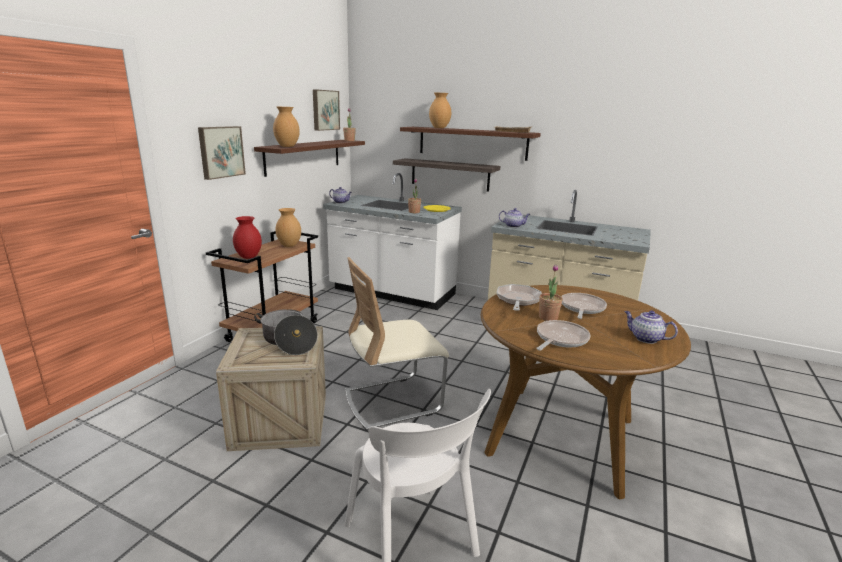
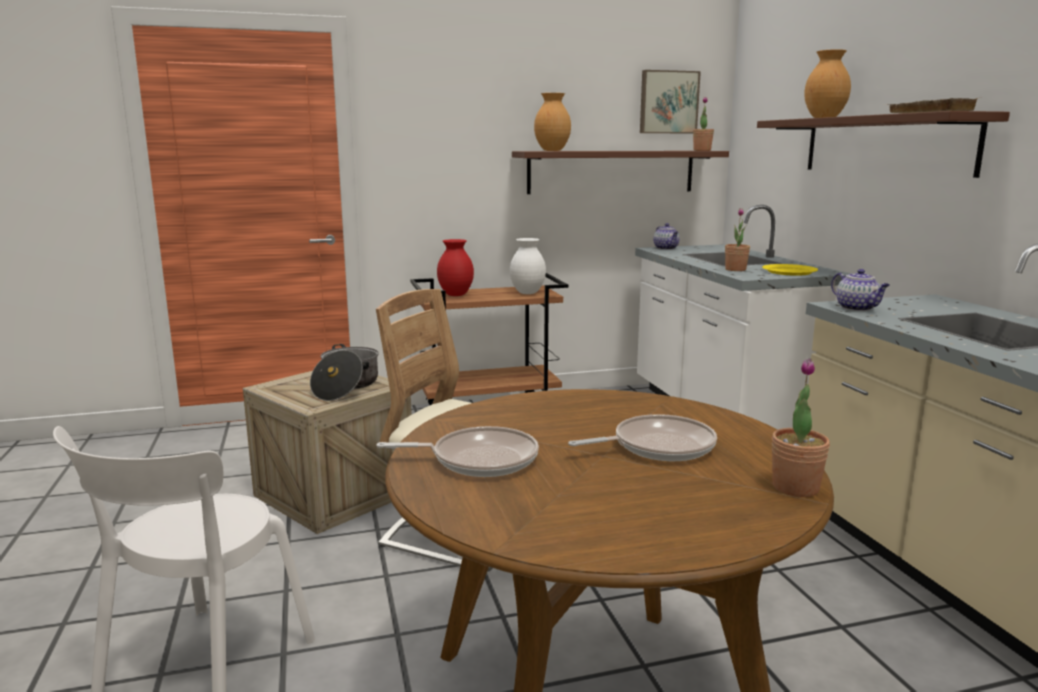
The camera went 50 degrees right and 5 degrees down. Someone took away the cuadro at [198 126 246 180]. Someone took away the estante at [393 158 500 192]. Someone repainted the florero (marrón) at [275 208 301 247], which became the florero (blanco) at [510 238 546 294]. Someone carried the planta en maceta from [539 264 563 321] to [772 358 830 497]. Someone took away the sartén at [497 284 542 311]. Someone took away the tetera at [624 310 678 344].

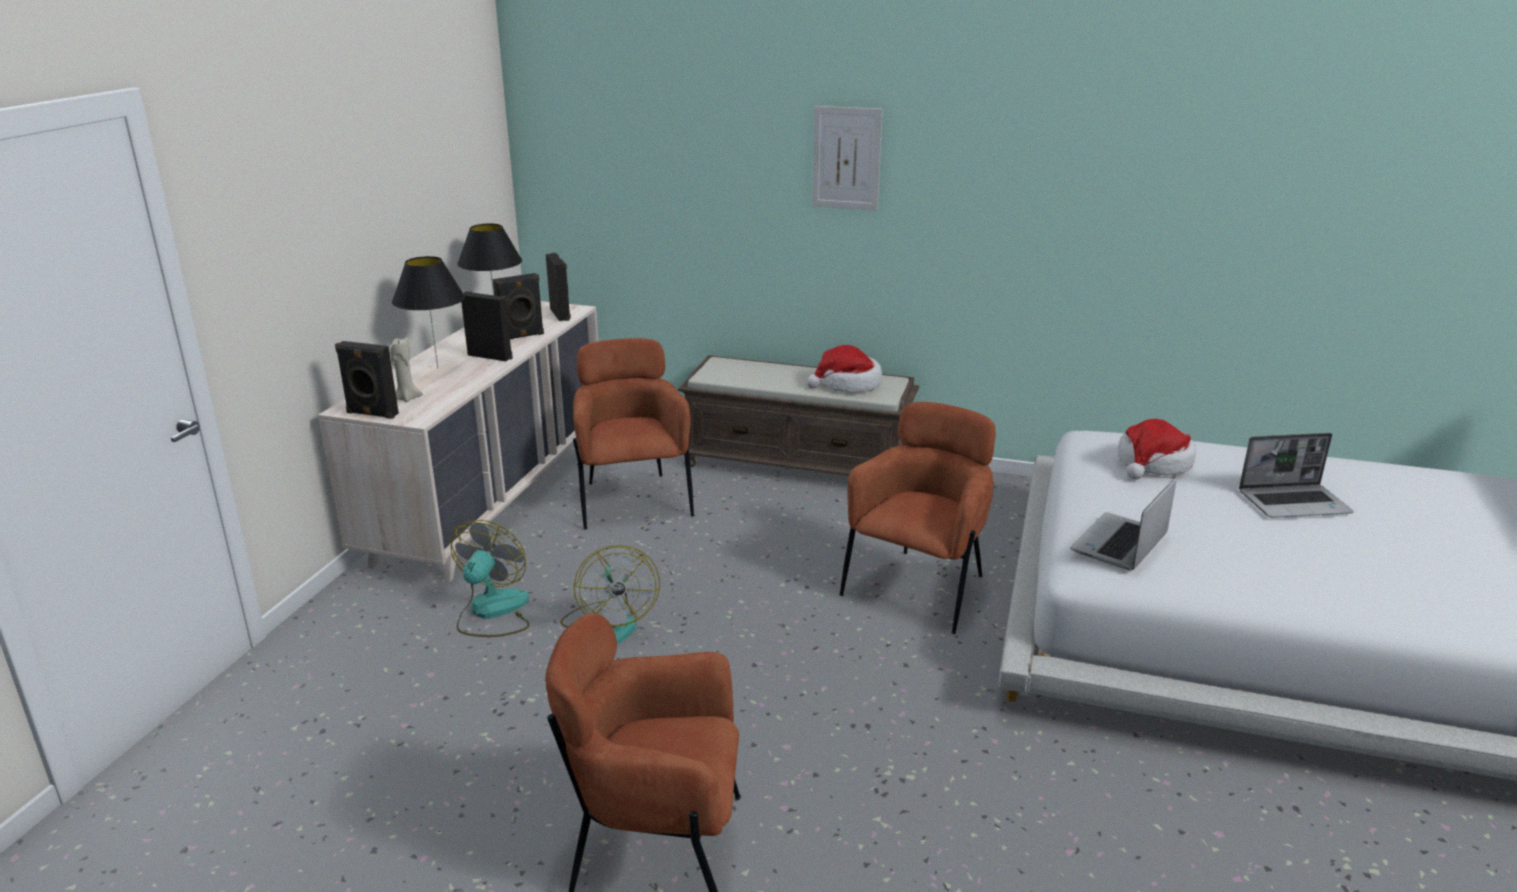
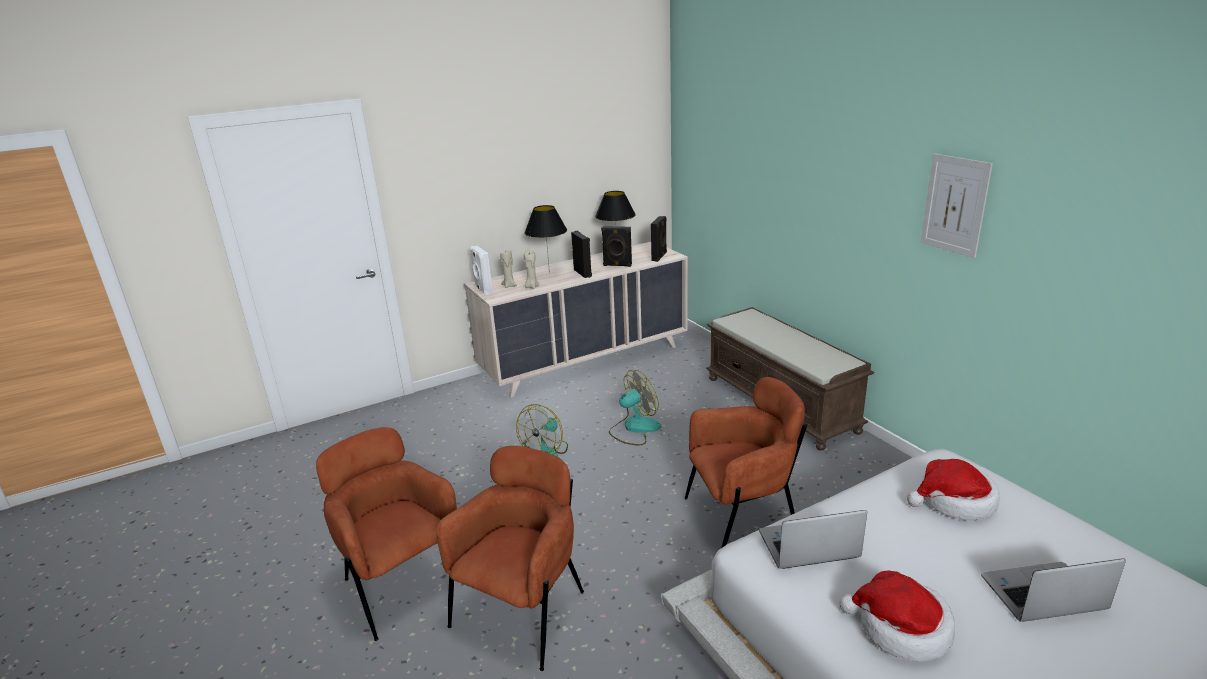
The camera went 45 degrees right and 0 degrees up. Someone carried the cuadro from [812 106 883 211] to [920 153 993 258]. Someone carried the sillón (marrón) from [573 338 694 529] to [436 446 584 671]. Someone repainted the altavoz (negro) at [335 341 399 419], which became the altavoz (blanco) at [470 246 493 295]. Someone carried the sombrero from [807 345 882 393] to [840 570 955 662]. Someone rotated the portátil at [1239 433 1354 518] by 135 degrees clockwise. Someone carried the ventilador from [451 520 530 637] to [609 370 661 445]. Someone put down the vela (beis) at [524 250 539 289].

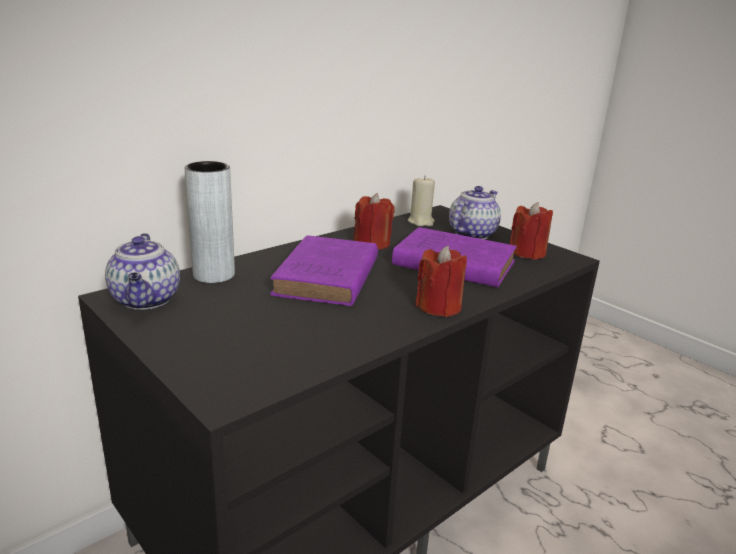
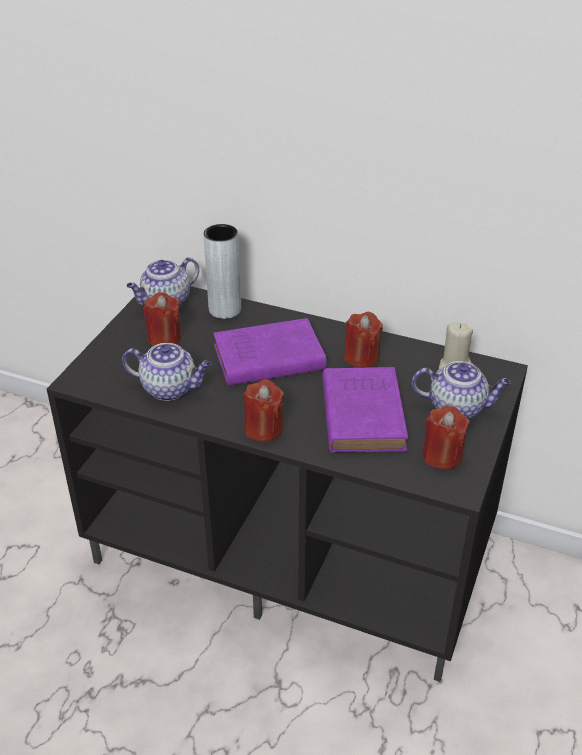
The camera went 65 degrees right and 15 degrees up. Someone put down the vela (rojo) at [143 292 182 346]. Someone put down the tetera at [122 343 211 401].

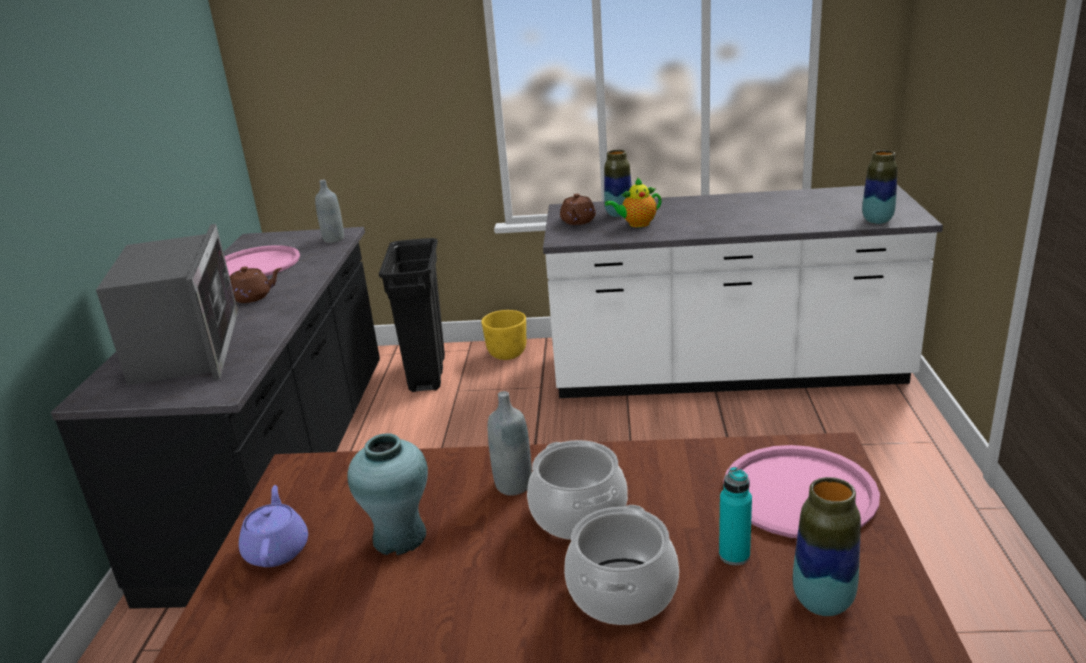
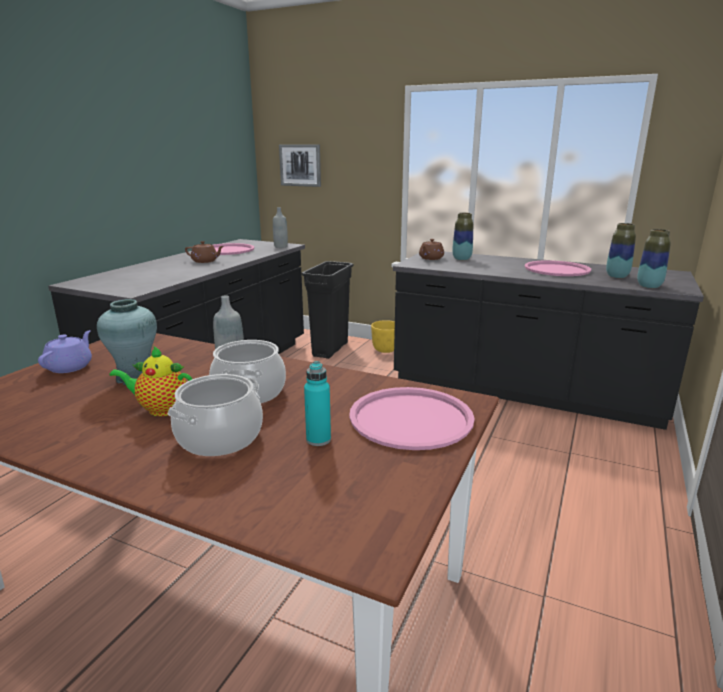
The camera went 20 degrees right and 5 degrees down. Someone carried the tetera from [605 178 662 227] to [109 346 192 416]. Someone repainted the mueble bajo de cocina (blanco) at [543 185 943 398], which became the mueble bajo de cocina (negro) at [393 252 704 430]. Someone took away the microondas at [96 224 238 385]. Someone carried the florero from [793 477 861 616] to [606 223 636 278]. Someone put up the cuadro at [279 144 321 187]. Someone put down the bandeja (rosa) at [525 260 591 276].

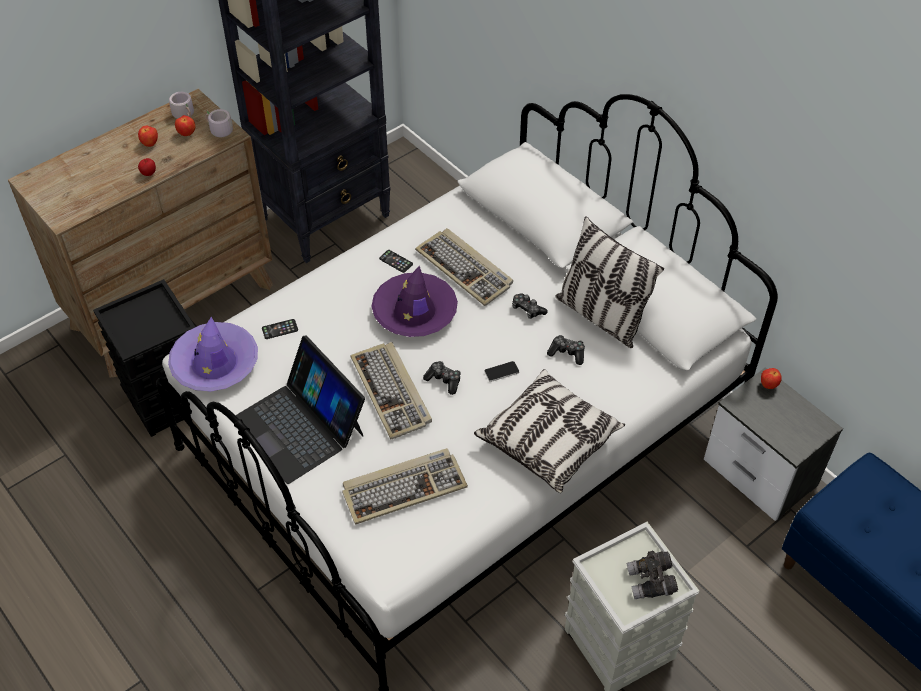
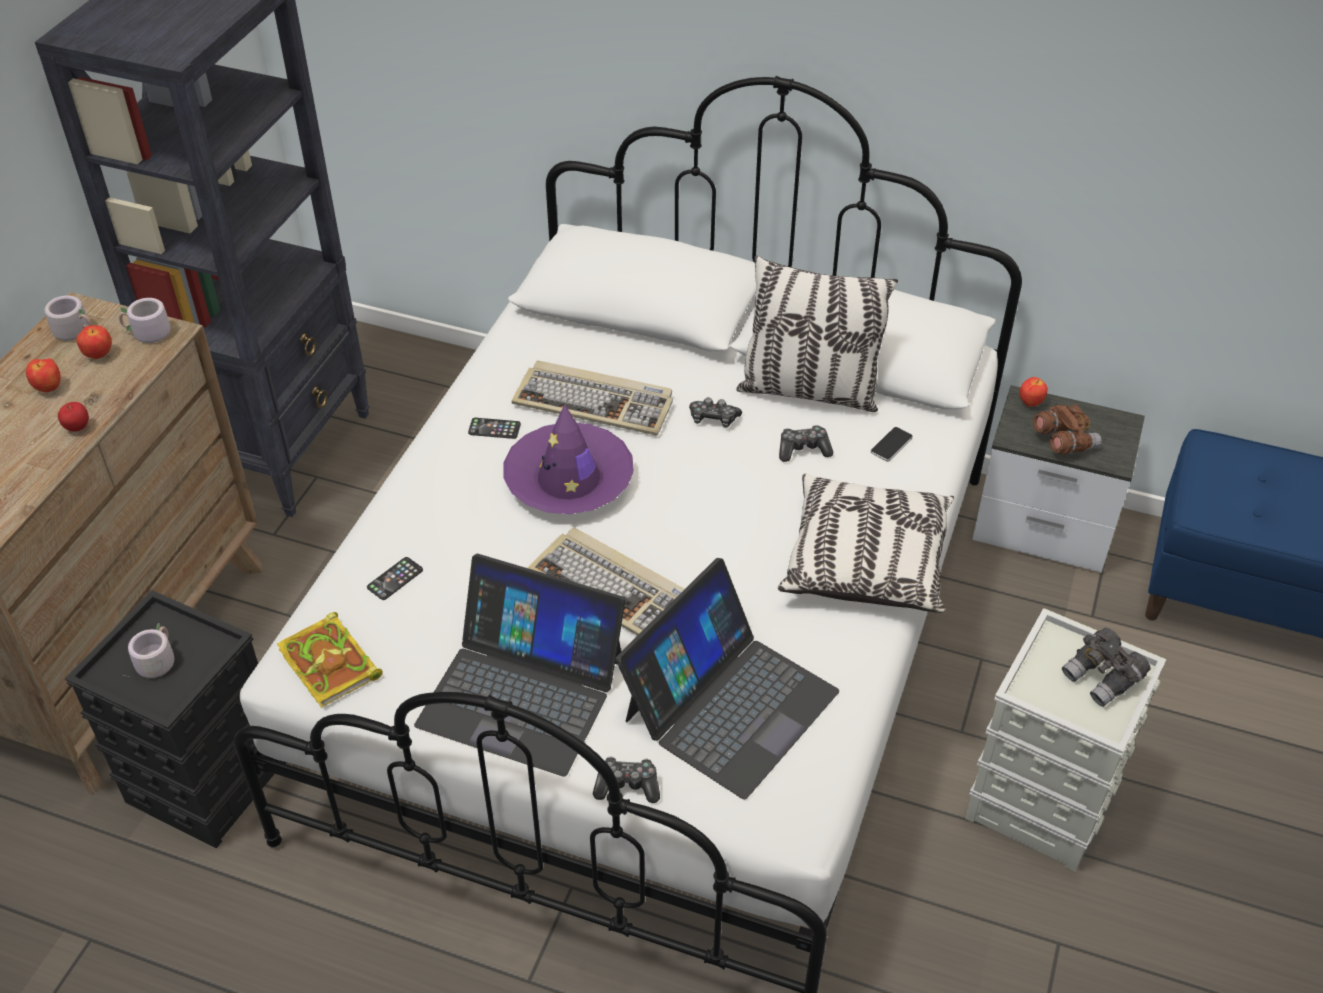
The camera went 30 degrees left and 5 degrees down. Someone swapped the sombrero (morado) at [168 317 258 391] for the libro at [277 612 383 708]. Someone carried the mando de consola from [423 361 461 395] to [593 756 660 803]. Someone carried the móvil from [484 361 519 382] to [871 427 913 462]. Someone swapped the teclado at [342 448 468 525] for the portátil at [616 558 839 799]. Someone put down the prismáticos (marrón) at [1033 404 1102 454]. Someone put down the taza grande (gris) at [123 623 174 678].

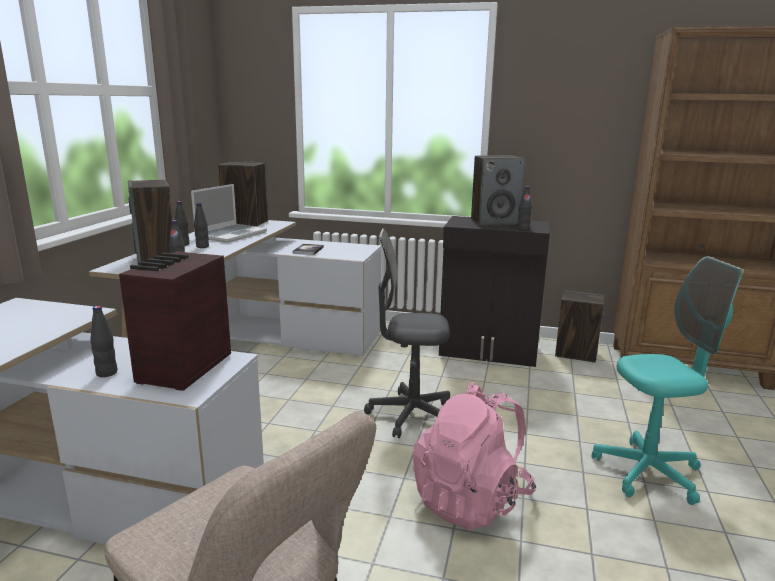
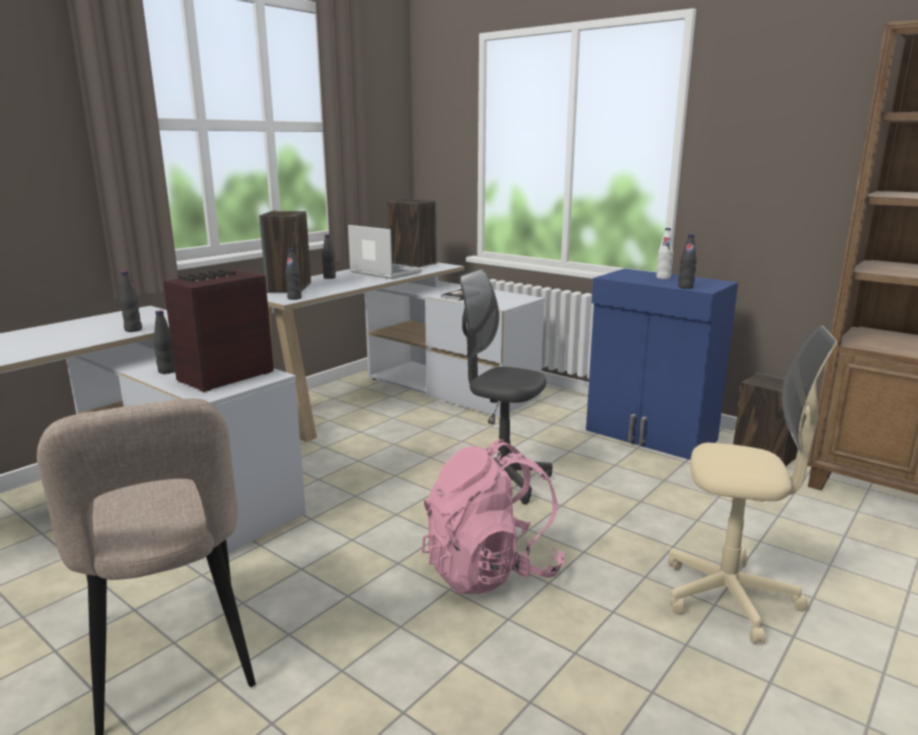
The camera went 25 degrees right and 0 degrees up. Someone swapped the altavoz at [471 156 525 226] for the botella (blanco) at [656 228 673 279]. Someone rotated the portátil at [191 184 267 243] by 105 degrees counterclockwise. Someone carried the botella (negro) from [194 203 209 248] to [120 271 142 332]. Someone repainted the armario (negro) at [439 216 550 367], which became the armario (azul) at [586 268 738 460]. Someone repainted the silla de oficina (turquesa) at [591 256 743 505], which became the silla de oficina (beis) at [668 325 837 643].

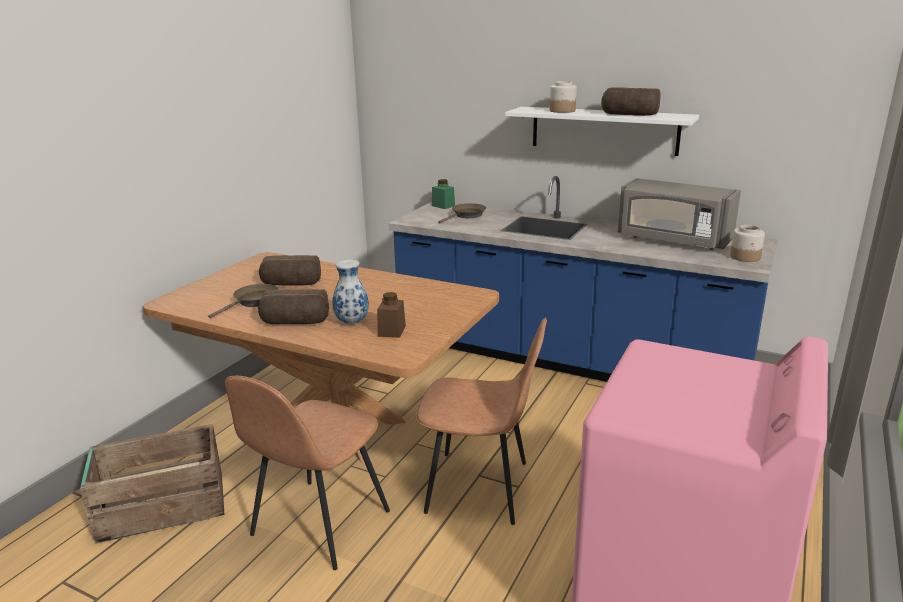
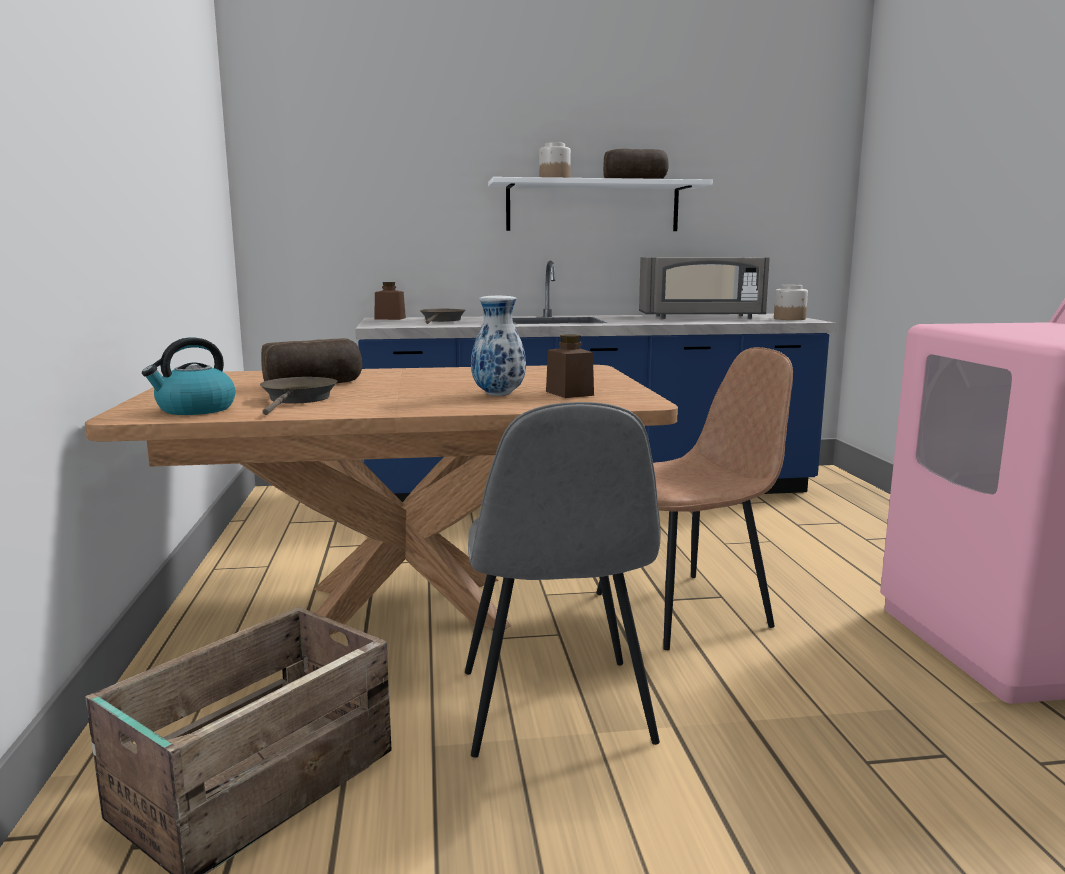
The camera went 35 degrees left and 10 degrees down. Someone repainted the tarro (verde) at [432 179 455 209], which became the tarro (marrón) at [375 282 406 320]. Someone took away the pan at [258 289 329 324]. Someone repainted the silla (marrón) at [225 376 390 570], which became the silla (gris) at [465 402 661 758]. Someone put down the hervidor at [142 337 236 415].

